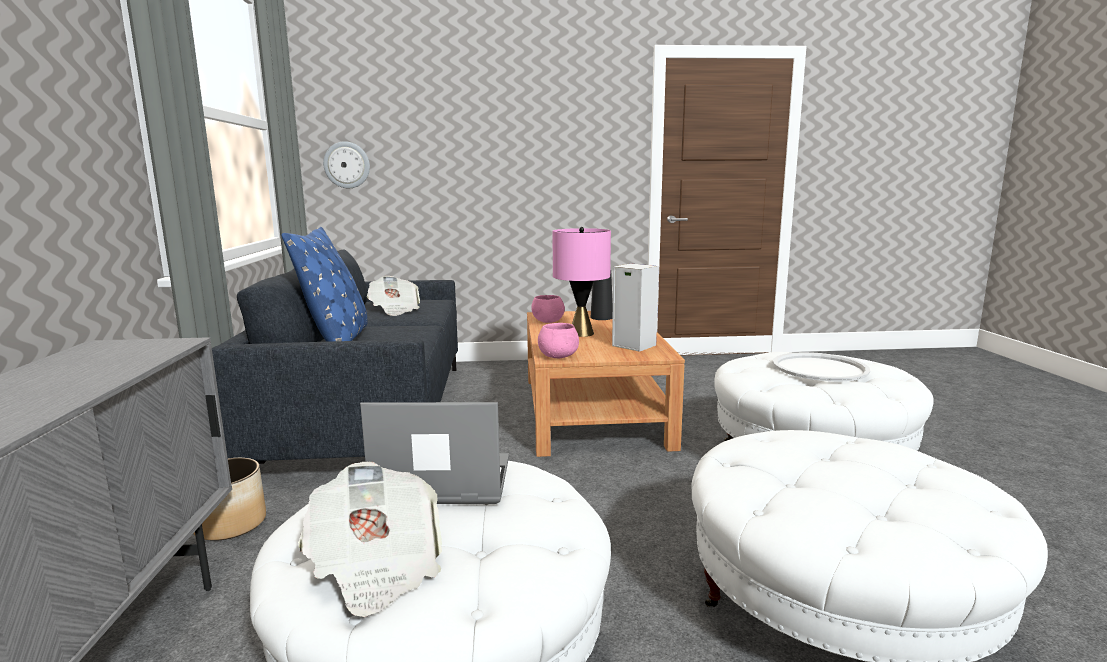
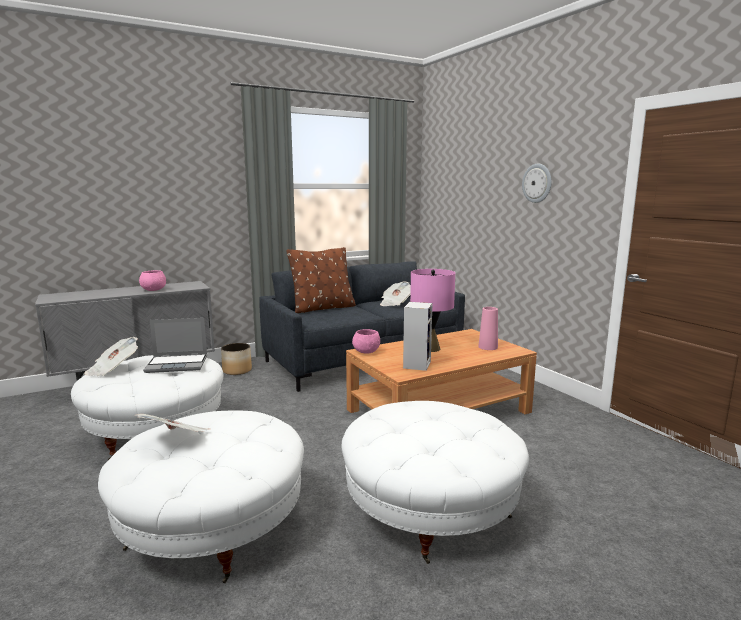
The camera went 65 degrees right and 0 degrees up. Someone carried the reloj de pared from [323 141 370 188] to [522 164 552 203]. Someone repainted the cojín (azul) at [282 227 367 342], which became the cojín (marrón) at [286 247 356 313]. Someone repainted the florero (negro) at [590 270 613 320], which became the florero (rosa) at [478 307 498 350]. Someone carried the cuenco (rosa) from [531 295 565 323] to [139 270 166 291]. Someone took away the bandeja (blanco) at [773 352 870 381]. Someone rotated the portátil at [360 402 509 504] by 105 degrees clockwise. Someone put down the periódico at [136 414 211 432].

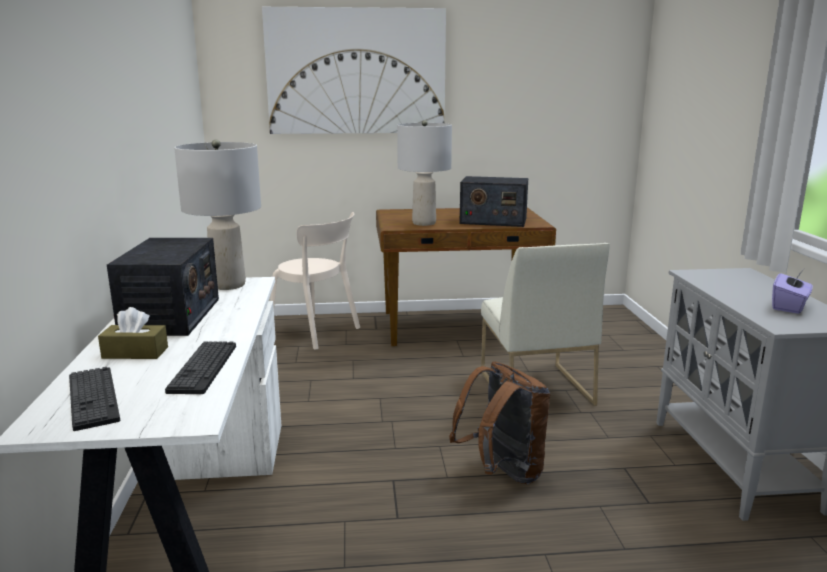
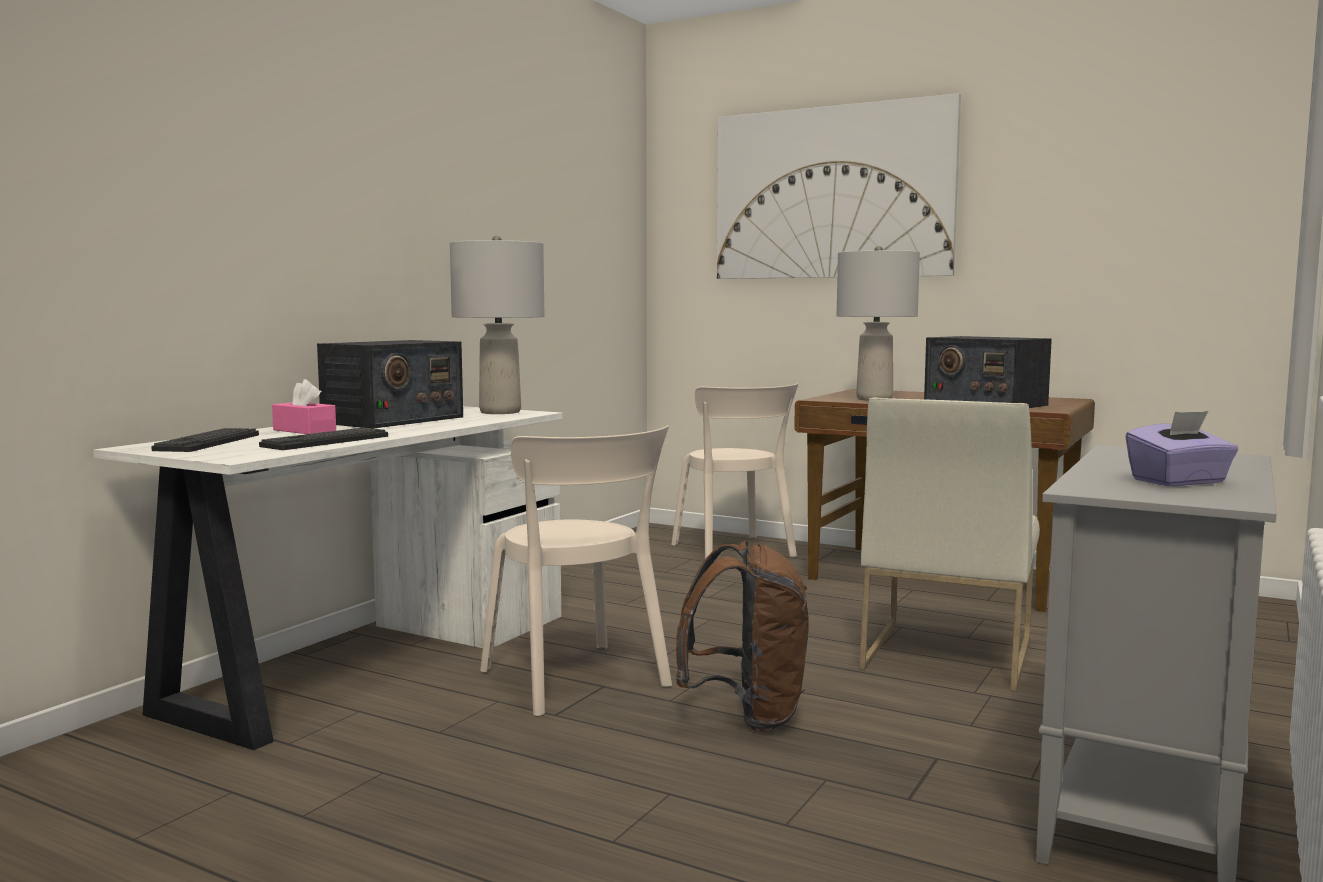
The camera went 35 degrees right and 10 degrees down. Someone repainted the caja de pañuelos (marrón) at [98 307 168 359], which became the caja de pañuelos (rosa) at [272 379 336 434]. Someone put down the silla (beis) at [480 426 672 716].

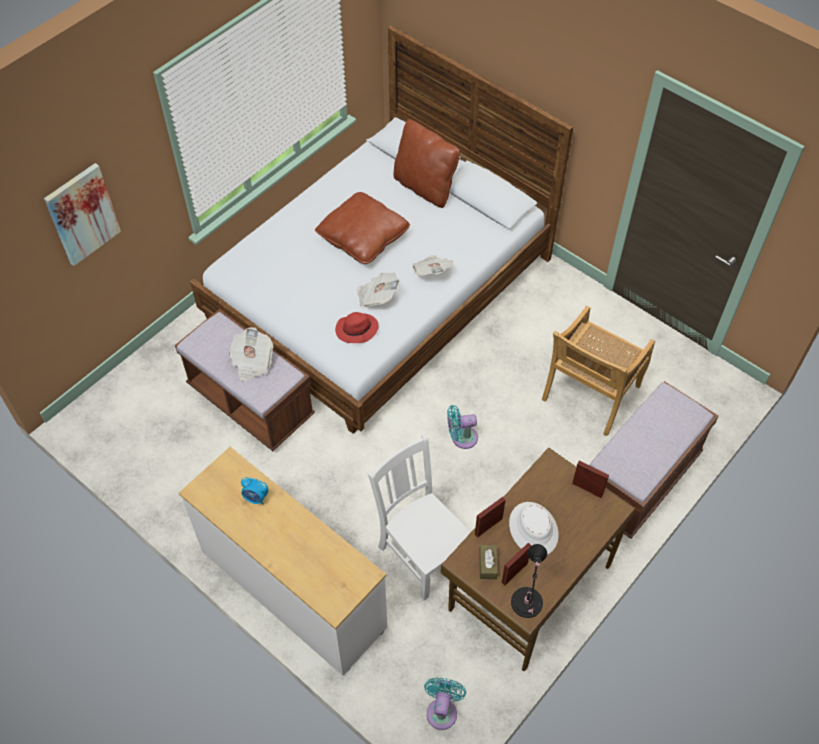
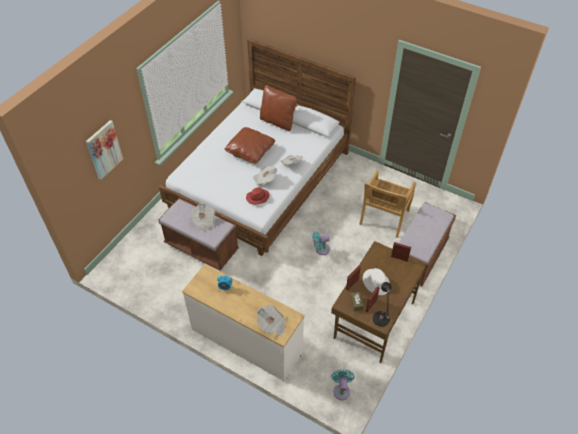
The camera went 10 degrees left and 5 degrees down. Someone took away the silla (blanco) at [368 433 471 601]. Someone put down the periódico at [257 305 286 336].

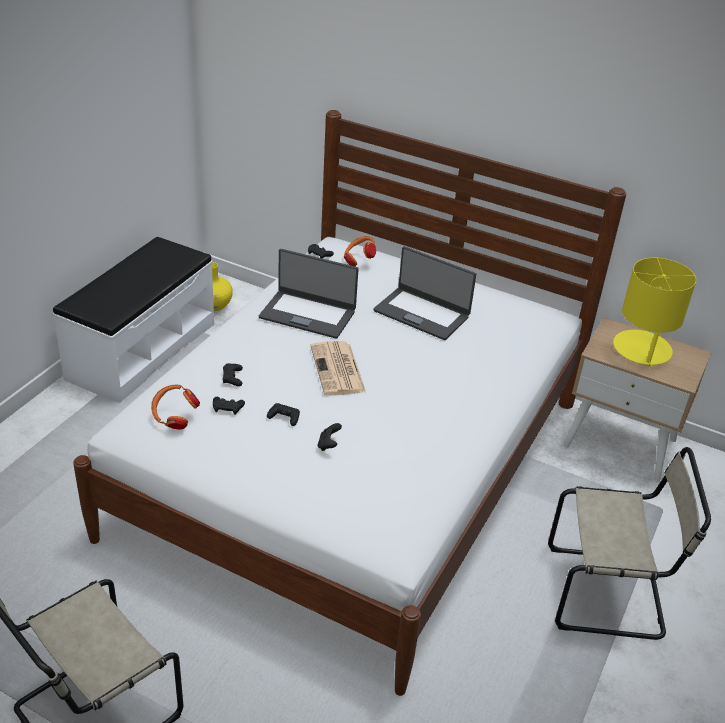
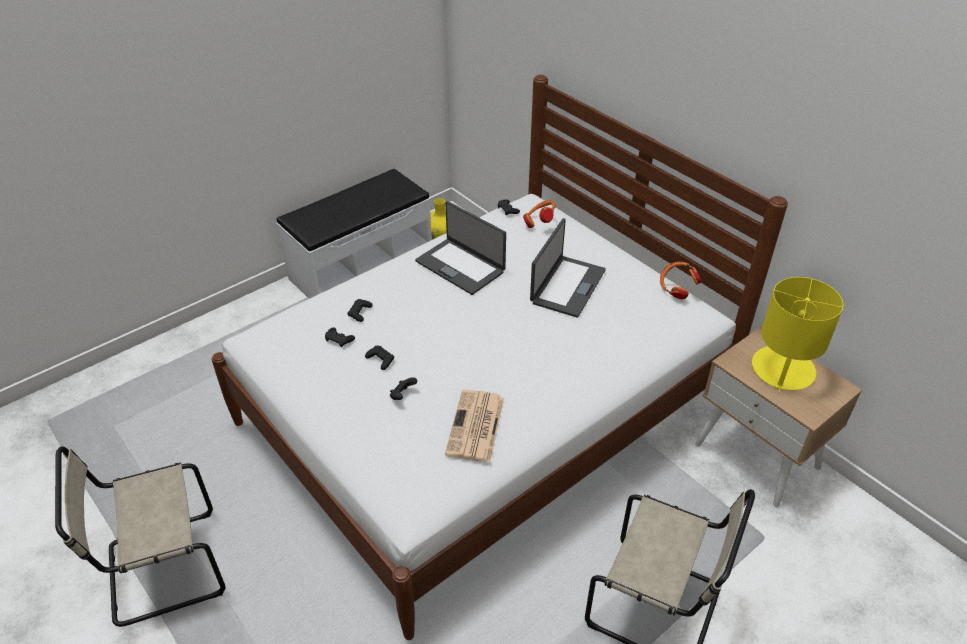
The camera went 25 degrees right and 5 degrees up. Someone rotated the portátil at [374 246 476 340] by 120 degrees counterclockwise. Someone carried the periódico from [310 341 366 395] to [445 390 504 463]. Someone carried the auriculares (naranja) from [151 384 200 429] to [660 262 702 299].

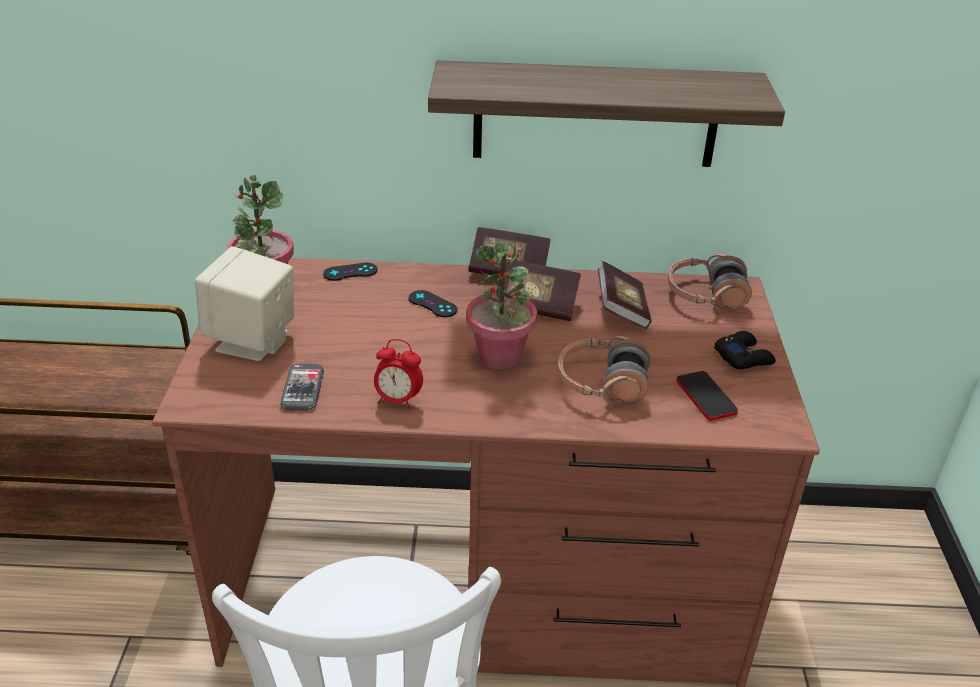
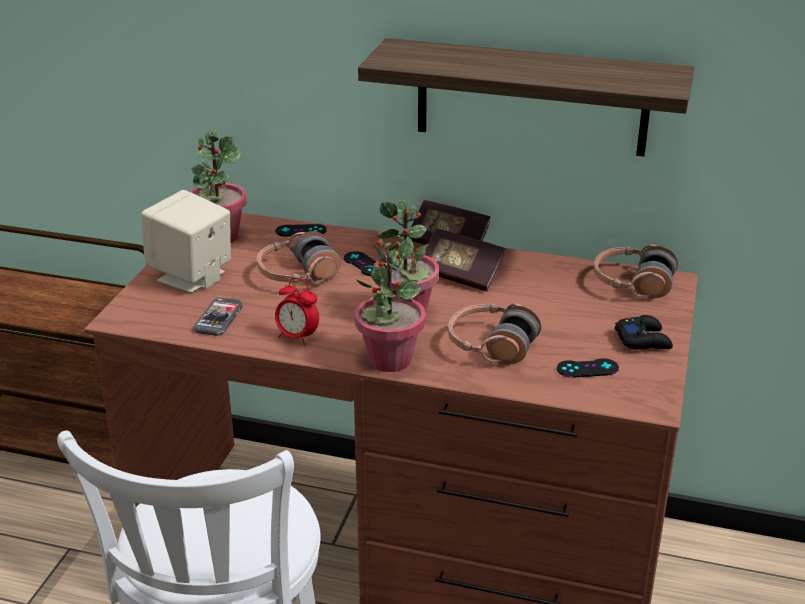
The camera went 15 degrees right and 5 degrees down. Someone took away the libro at [598 261 652 329]. Someone swapped the móvil at [676 371 738 421] for the mando de consola (negro) at [557 358 619 378]. Someone put down the auriculares at [257 231 341 284]. Someone put down the planta en maceta at [355 237 426 372].

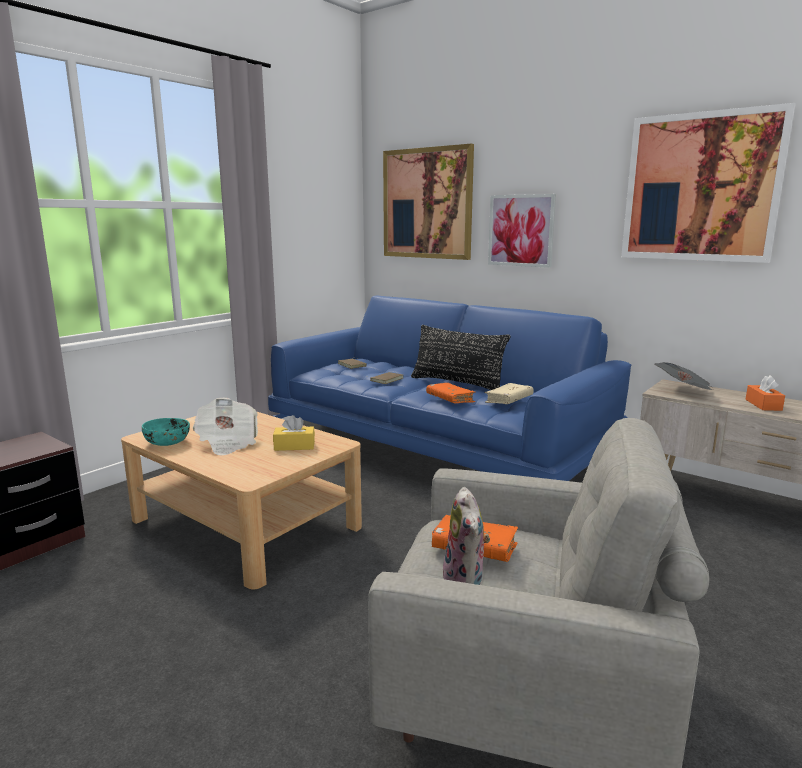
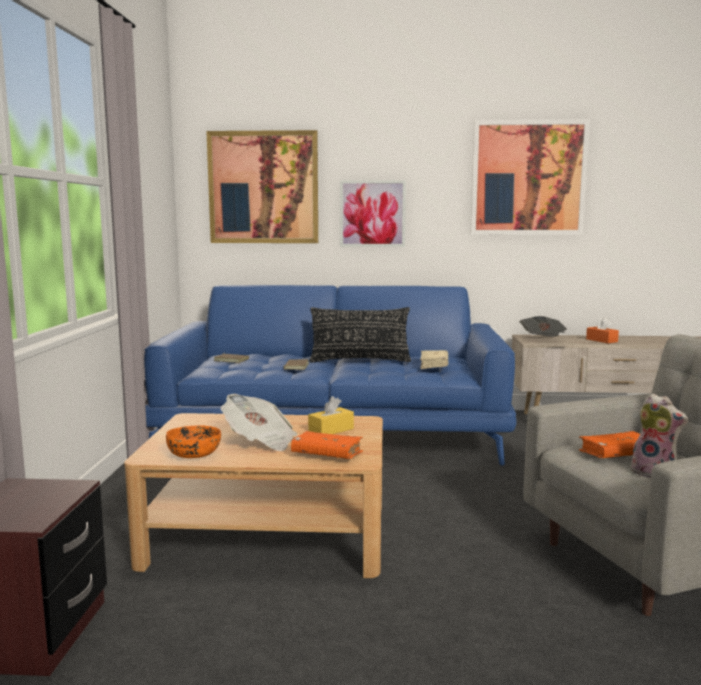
The camera went 35 degrees left and 5 degrees down. Someone carried the libro (naranja) from [426 383 476 403] to [291 431 363 459]. Someone repainted the cuenco (turquesa) at [142 418 190 446], which became the cuenco (naranja) at [166 426 221 458].

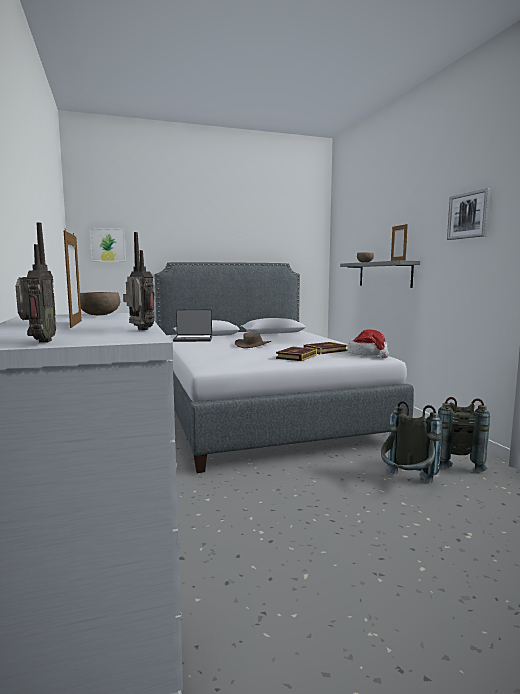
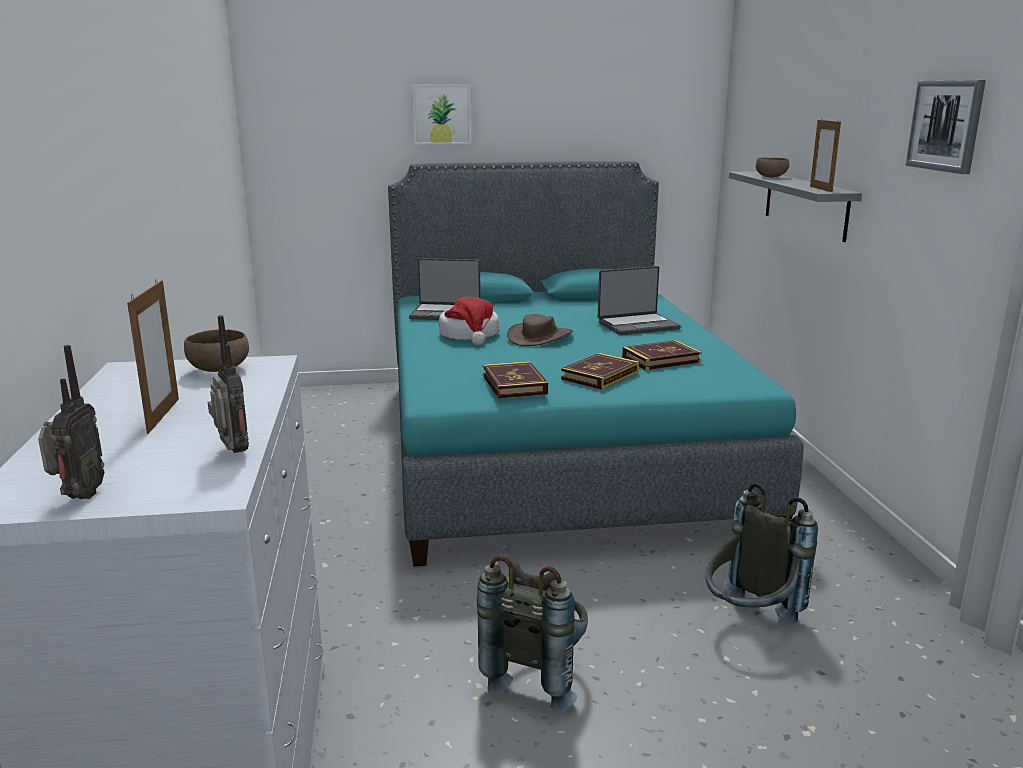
The camera went 10 degrees right and 10 degrees up. Someone carried the cuadro from [90 228 126 262] to [412 84 471 145]. Someone repainted the cama (gris) at [155 262 414 473], which became the cama (turquesa) at [388 161 803 567]. Someone carried the sombrero from [347 330 389 358] to [439 297 499 345]. Someone carried the mochila (gris) from [438 397 490 472] to [477 556 588 711]. Someone put down the portátil at [598 266 681 335]. Someone put down the libro at [483 361 548 399].

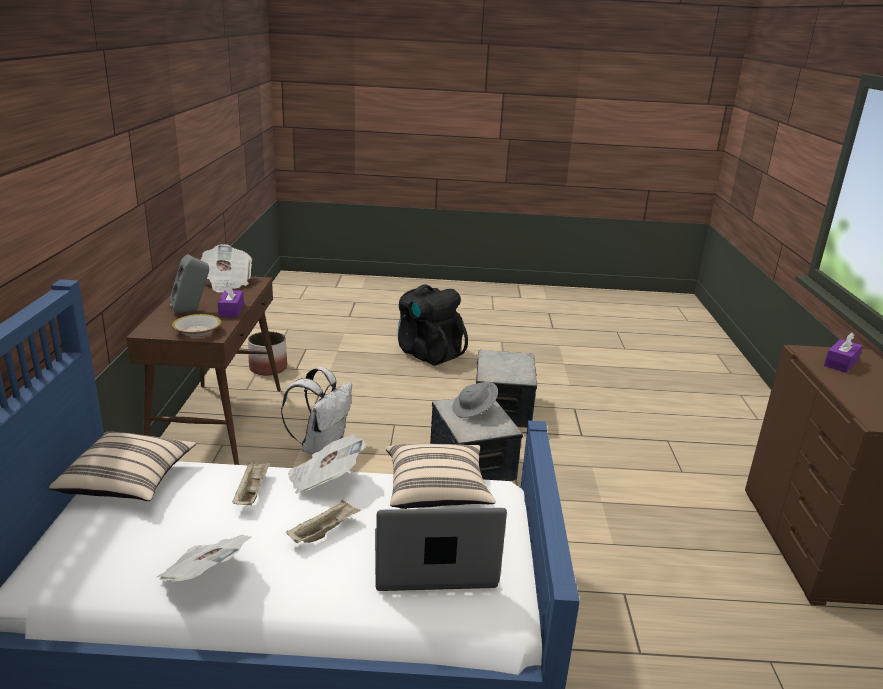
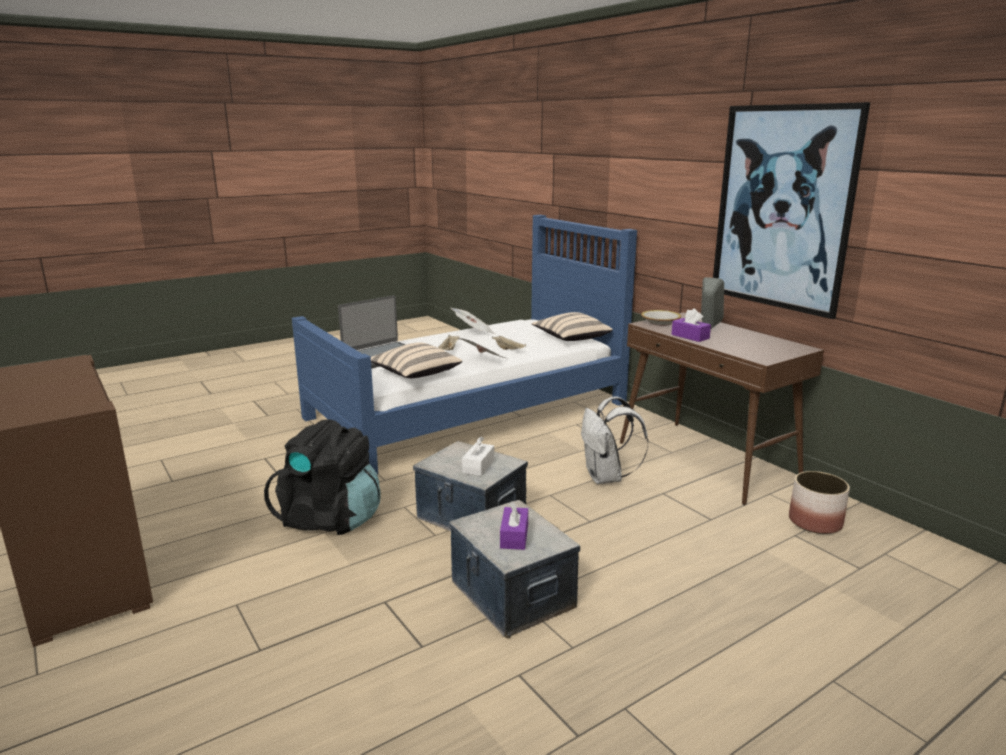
The camera went 145 degrees right and 5 degrees down. Someone took away the periódico at [200 244 252 293]. Someone carried the mochila (negro) from [398 284 468 366] to [264 419 381 535]. Someone carried the caja de pañuelos (morado) from [824 332 863 373] to [500 501 528 550]. Someone swapped the sombrero (gris) at [452 382 498 418] for the caja de pañuelos (blanco) at [462 437 494 476]. Someone put up the cuadro at [713 102 870 319].

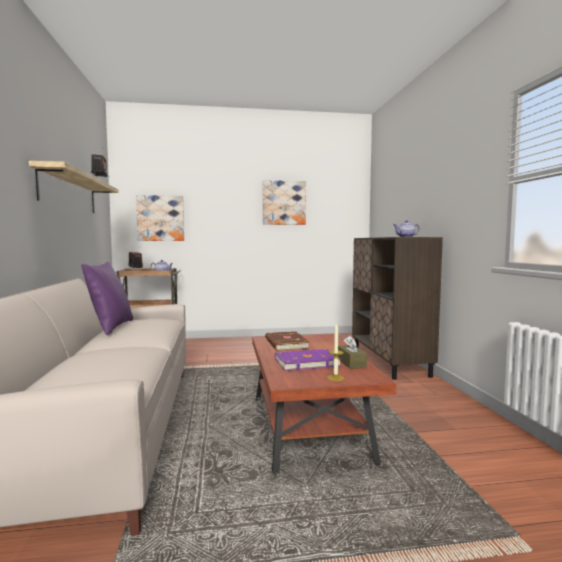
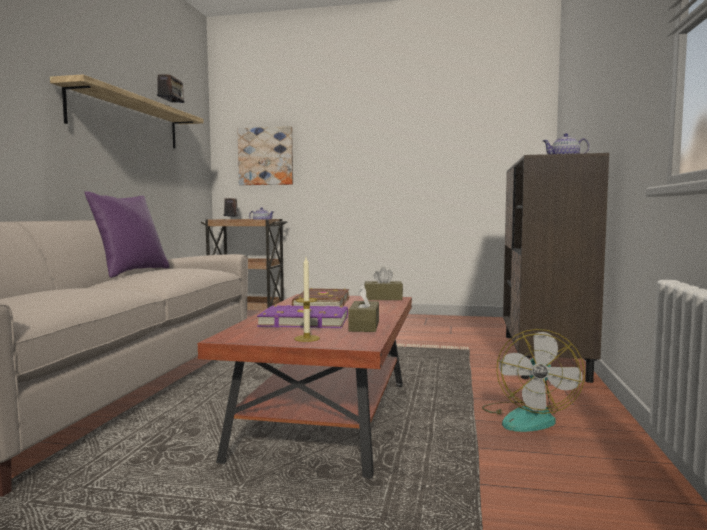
The camera went 20 degrees right and 0 degrees up. Someone took away the cuadro at [263 180 306 225]. Someone put down the caja de pañuelos (marrón) at [365 267 403 300]. Someone put down the ventilador at [482 329 585 432].

